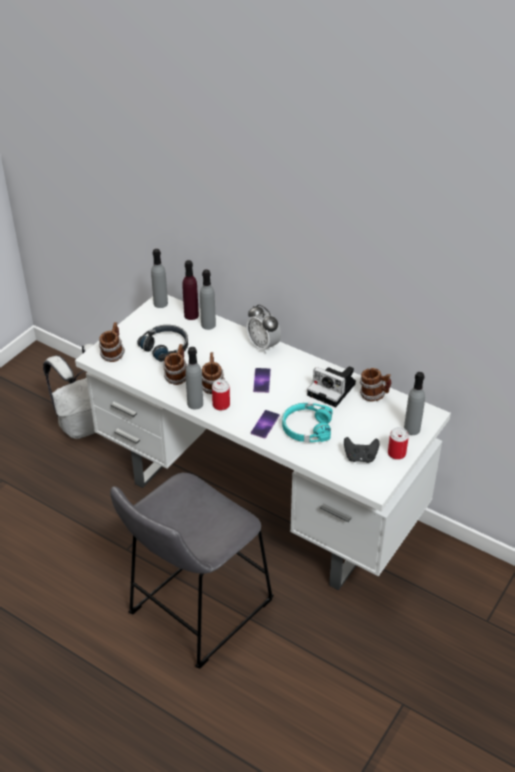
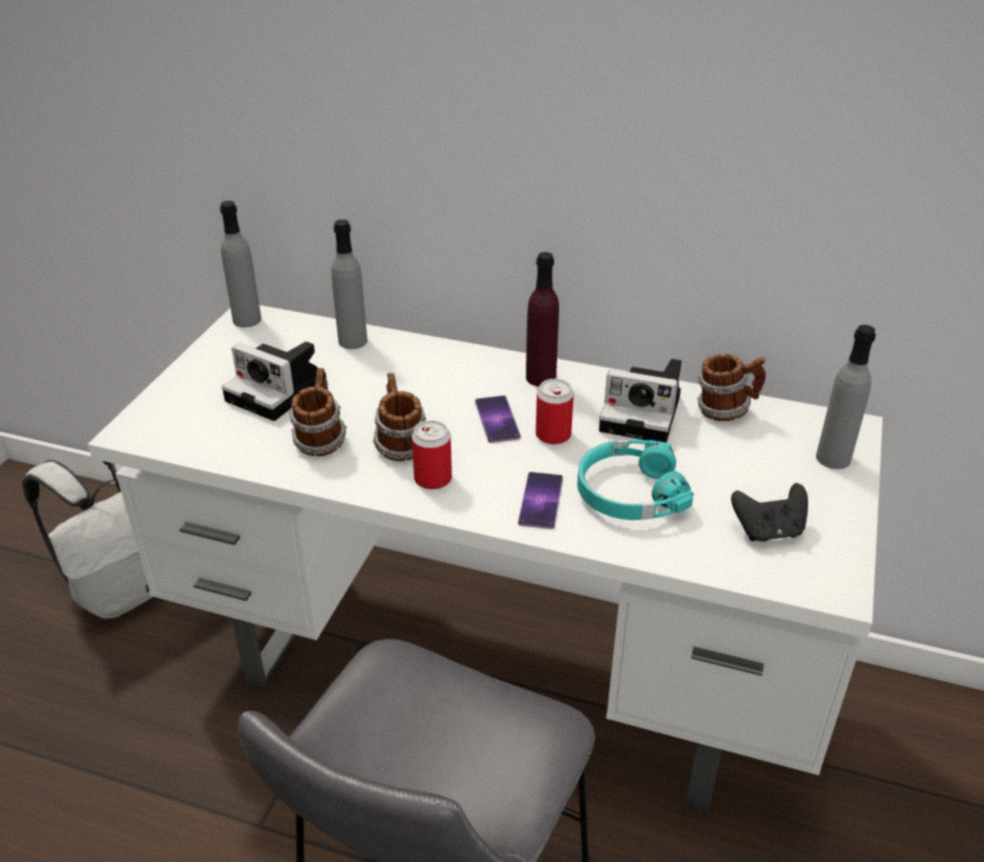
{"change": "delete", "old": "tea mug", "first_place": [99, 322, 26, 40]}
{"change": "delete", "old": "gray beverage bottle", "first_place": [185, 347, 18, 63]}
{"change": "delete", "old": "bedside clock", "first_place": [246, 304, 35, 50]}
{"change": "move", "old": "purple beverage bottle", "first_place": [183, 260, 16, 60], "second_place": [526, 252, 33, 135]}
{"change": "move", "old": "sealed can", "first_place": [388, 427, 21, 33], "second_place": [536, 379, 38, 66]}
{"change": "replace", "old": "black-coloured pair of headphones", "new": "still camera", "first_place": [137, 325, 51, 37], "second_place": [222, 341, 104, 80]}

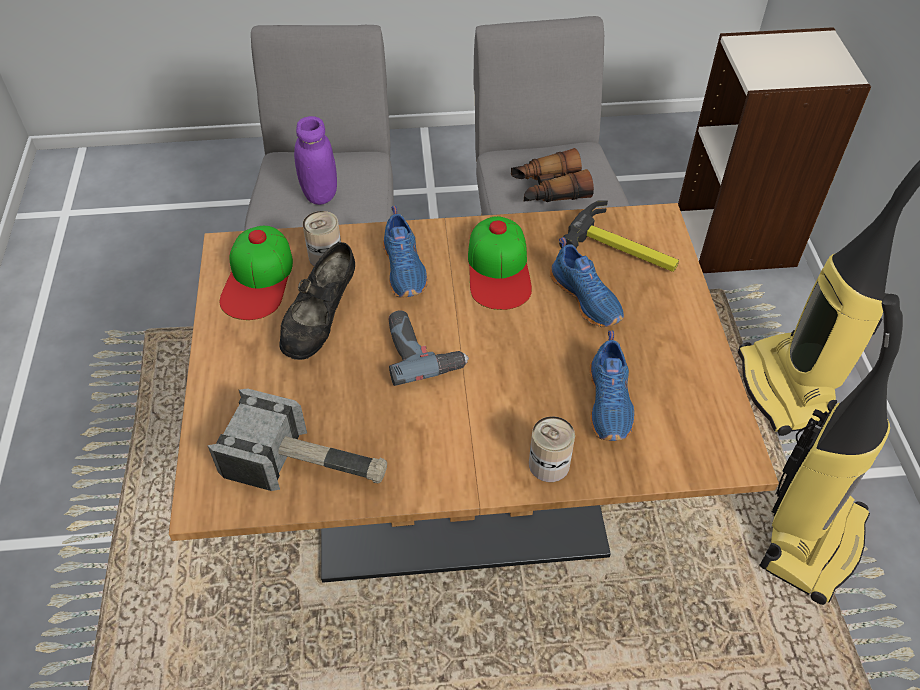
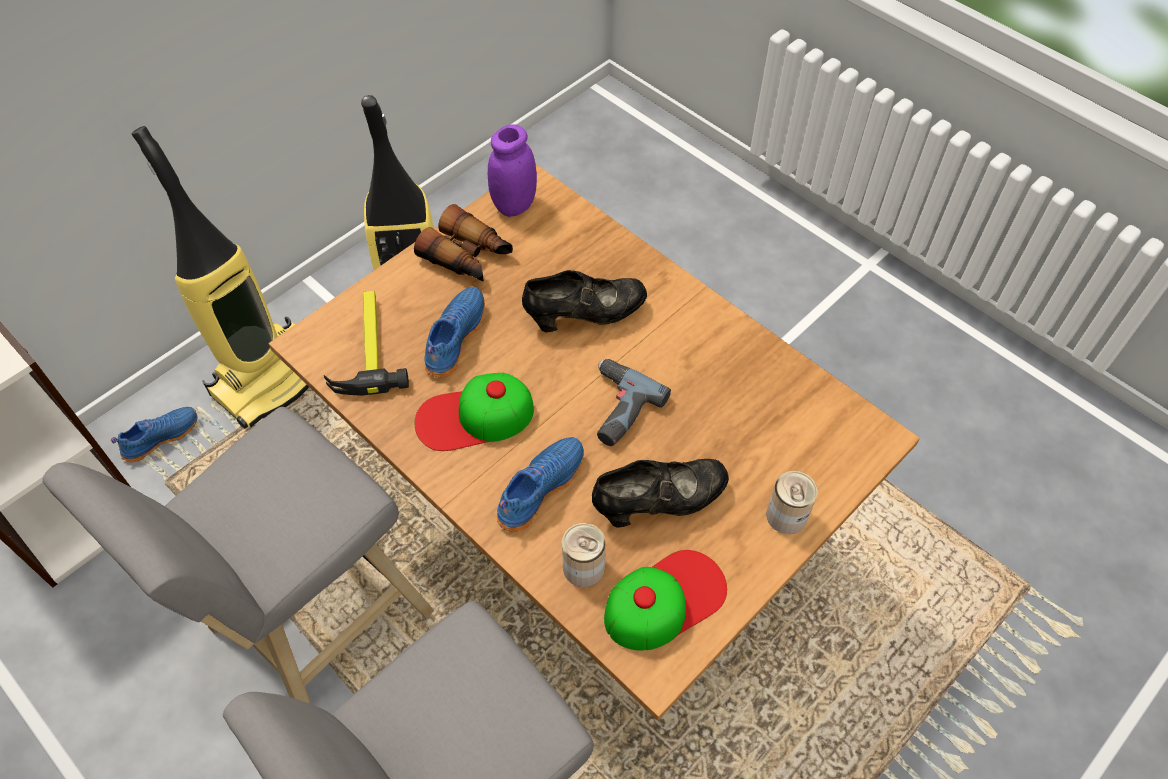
{"change": "delete", "old": "hand hammer", "first_place": [207, 388, 180, 103]}
{"change": "insert", "new": "black-coloured item of footwear", "second_place": [522, 270, 125, 62]}
{"change": "move", "old": "purple storage jar", "first_place": [294, 116, 43, 89], "second_place": [488, 124, 49, 93]}
{"change": "move", "old": "field glasses", "first_place": [511, 148, 83, 54], "second_place": [414, 204, 99, 77]}
{"change": "move", "old": "sealed can", "first_place": [529, 416, 46, 66], "second_place": [766, 471, 52, 63]}
{"change": "move", "old": "blue item of footwear", "first_place": [589, 331, 45, 110], "second_place": [111, 407, 86, 56]}
{"change": "rotate", "old": "peaked cap", "first_place": [468, 216, 64, 94], "second_place": [415, 373, 119, 78], "degrees": -150}

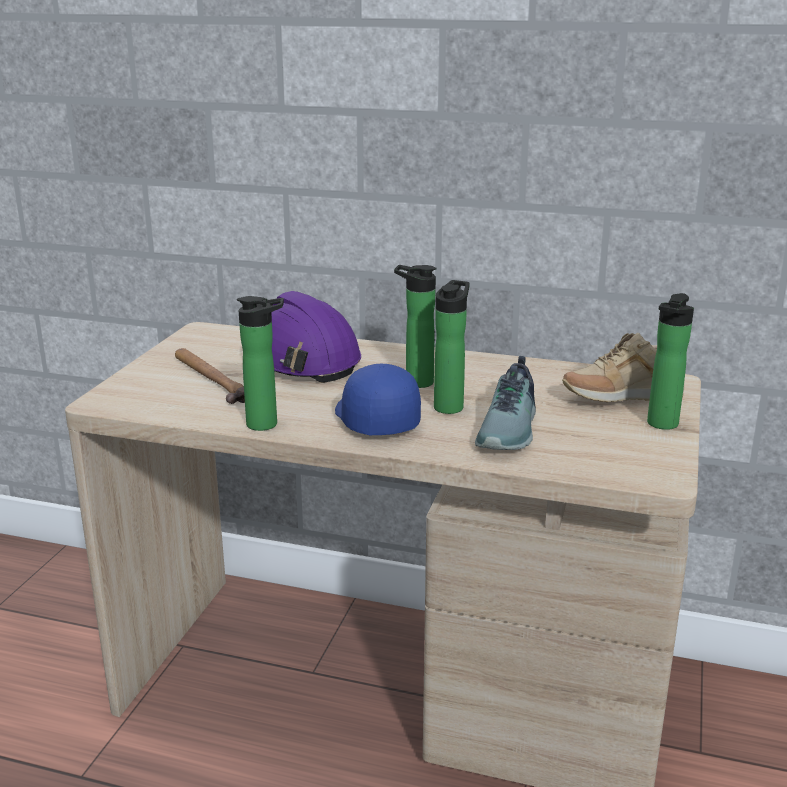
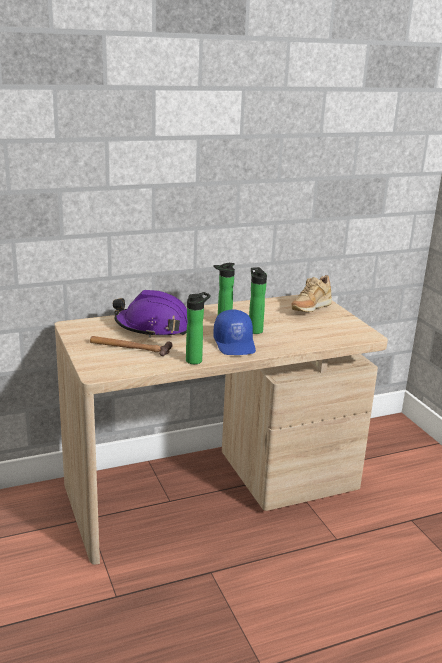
{"change": "delete", "old": "item of footwear", "first_place": [475, 356, 61, 94]}
{"change": "delete", "old": "beverage bottle", "first_place": [647, 293, 47, 137]}
{"change": "rotate", "old": "blue peaked cap", "first_place": [335, 364, 86, 71], "second_place": [213, 309, 43, 46], "degrees": -135}

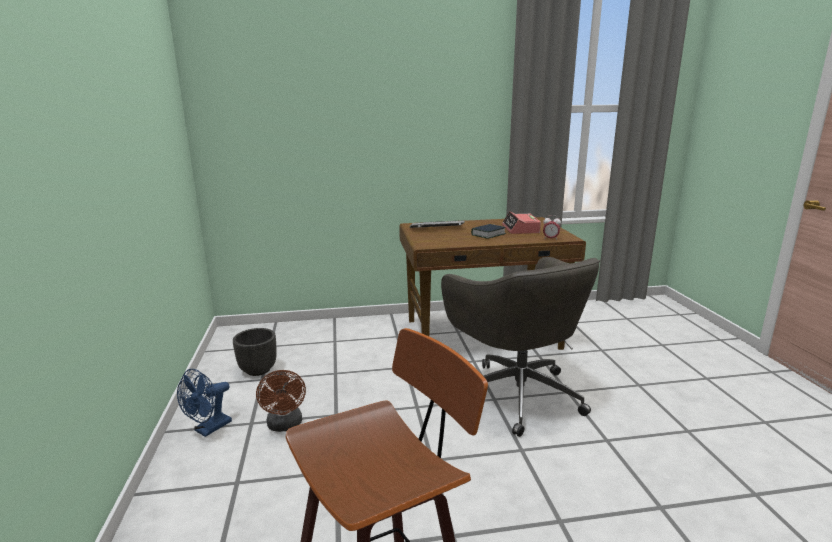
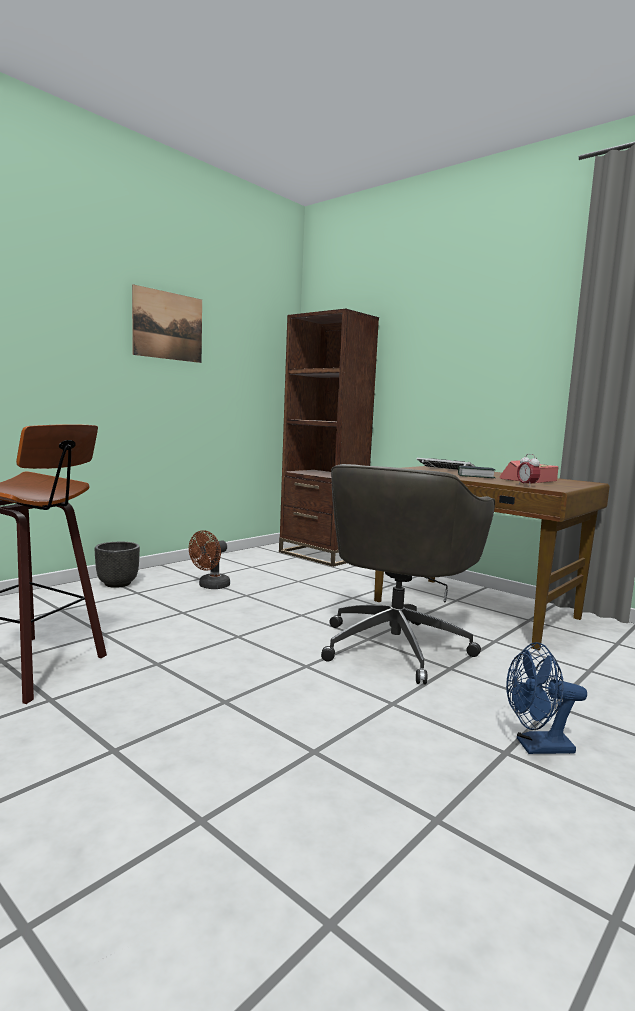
{"change": "insert", "new": "wall art", "second_place": [132, 284, 70, 79]}
{"change": "insert", "new": "brownish bookcase", "second_place": [279, 309, 100, 258]}
{"change": "move", "old": "blue electric fan", "first_place": [177, 369, 55, 68], "second_place": [506, 642, 81, 112]}
{"change": "move", "old": "black-coloured plant pot", "first_place": [233, 328, 44, 48], "second_place": [95, 542, 45, 46]}

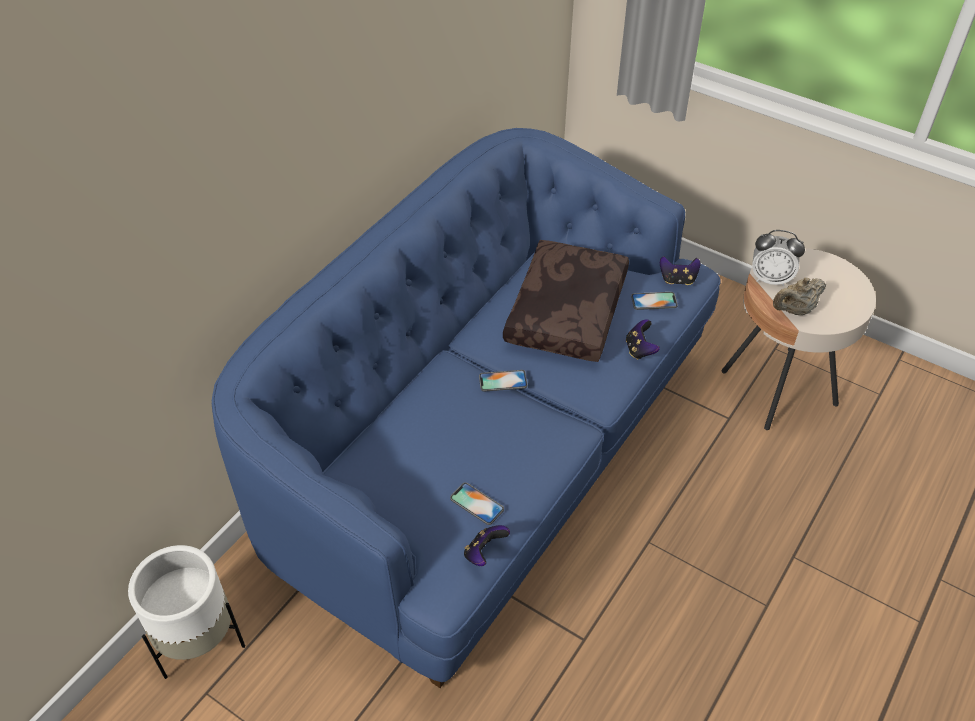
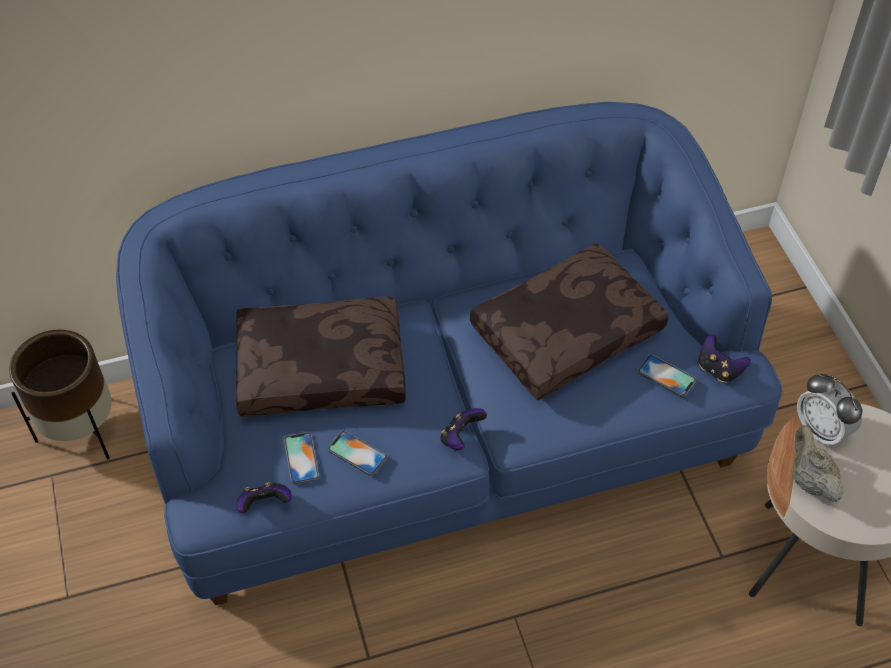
{"change": "insert", "new": "brownish throw pillow", "second_place": [236, 296, 170, 121]}
{"change": "move", "old": "telephone", "first_place": [479, 370, 48, 22], "second_place": [328, 431, 59, 44]}
{"change": "move", "old": "joypad", "first_place": [626, 319, 34, 41], "second_place": [441, 408, 46, 42]}
{"change": "recolor", "old": "whitish plant pot", "new": "brownish plant pot", "first_place": [128, 545, 117, 134], "second_place": [9, 329, 103, 130]}
{"change": "rotate", "old": "sand-coloured tea pot", "first_place": [773, 278, 53, 37], "second_place": [793, 425, 50, 77], "degrees": 60}

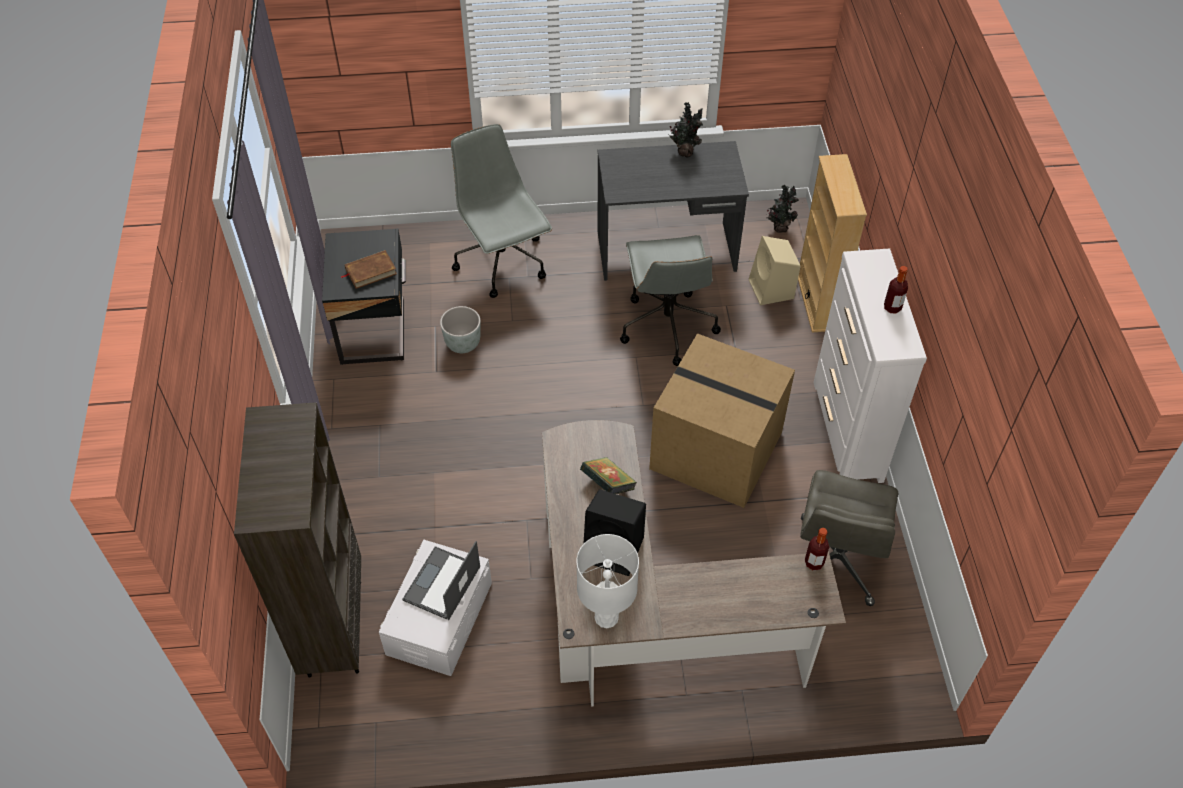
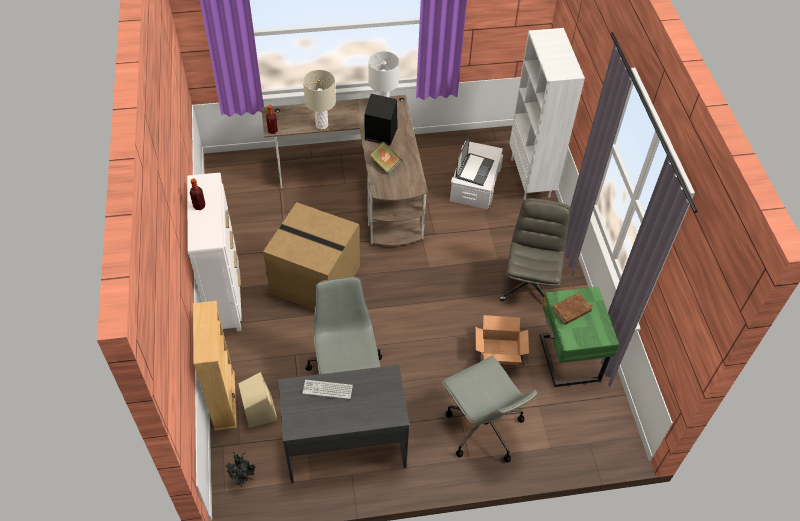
{"change": "delete", "old": "houseplant", "first_place": [669, 102, 34, 56]}
{"change": "insert", "new": "keyboard", "second_place": [302, 380, 51, 19]}
{"change": "insert", "new": "sand-coloured lamp for a table", "second_place": [303, 70, 33, 60]}
{"change": "move", "old": "gray desk chair", "first_place": [800, 470, 98, 136], "second_place": [500, 198, 71, 103]}
{"change": "replace", "old": "gray plant pot", "new": "packing box", "first_place": [440, 306, 40, 47], "second_place": [475, 315, 54, 50]}
{"change": "recolor", "old": "brownish bookcase", "new": "whitish bookcase", "first_place": [234, 402, 127, 276], "second_place": [509, 28, 76, 172]}
{"change": "recolor", "old": "black-coloured night table", "new": "greenish night table", "first_place": [322, 229, 84, 136], "second_place": [540, 287, 79, 100]}

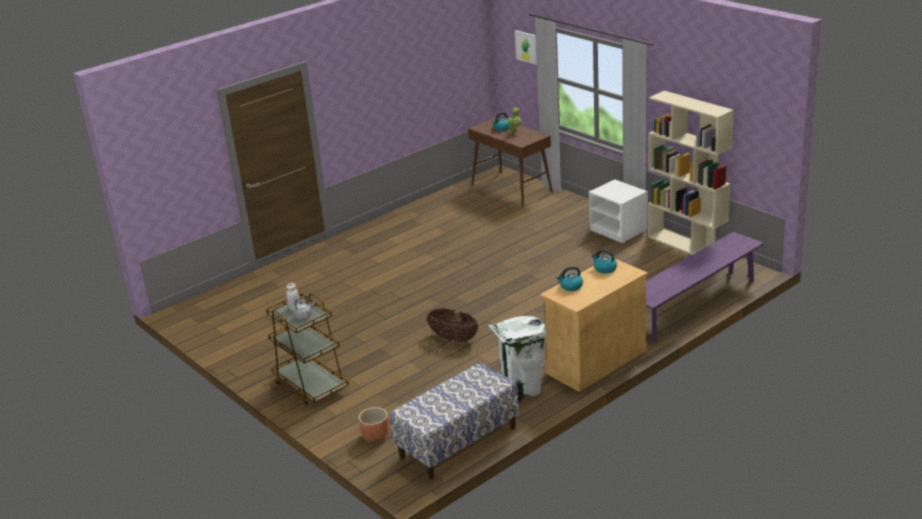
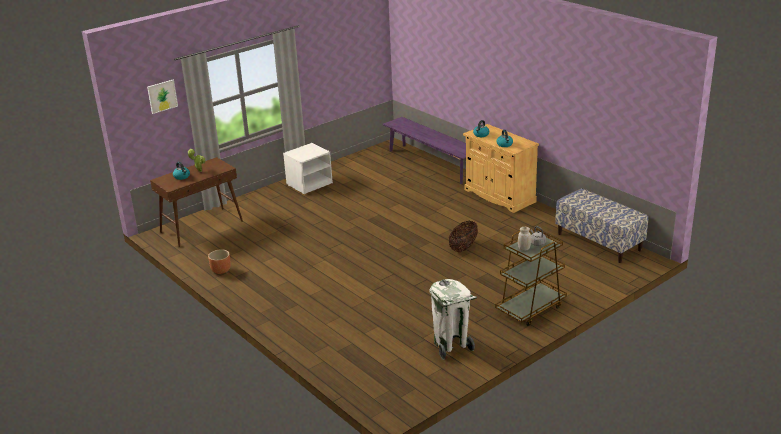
{"change": "delete", "old": "sand-coloured bookcase", "first_place": [648, 91, 86, 164]}
{"change": "move", "old": "brownish plant pot", "first_place": [359, 407, 30, 35], "second_place": [208, 250, 23, 24]}
{"change": "move", "old": "whitish waste bin", "first_place": [488, 316, 59, 88], "second_place": [429, 279, 48, 81]}

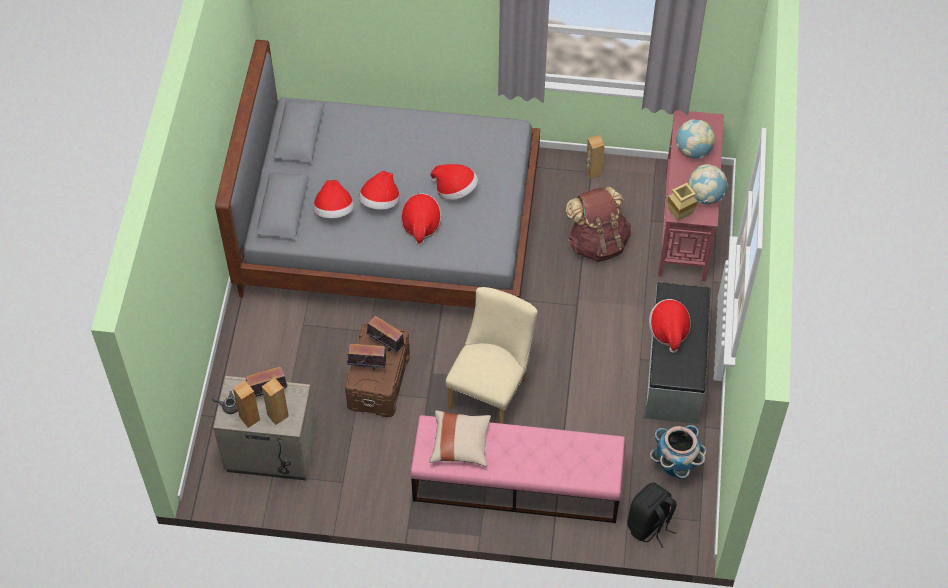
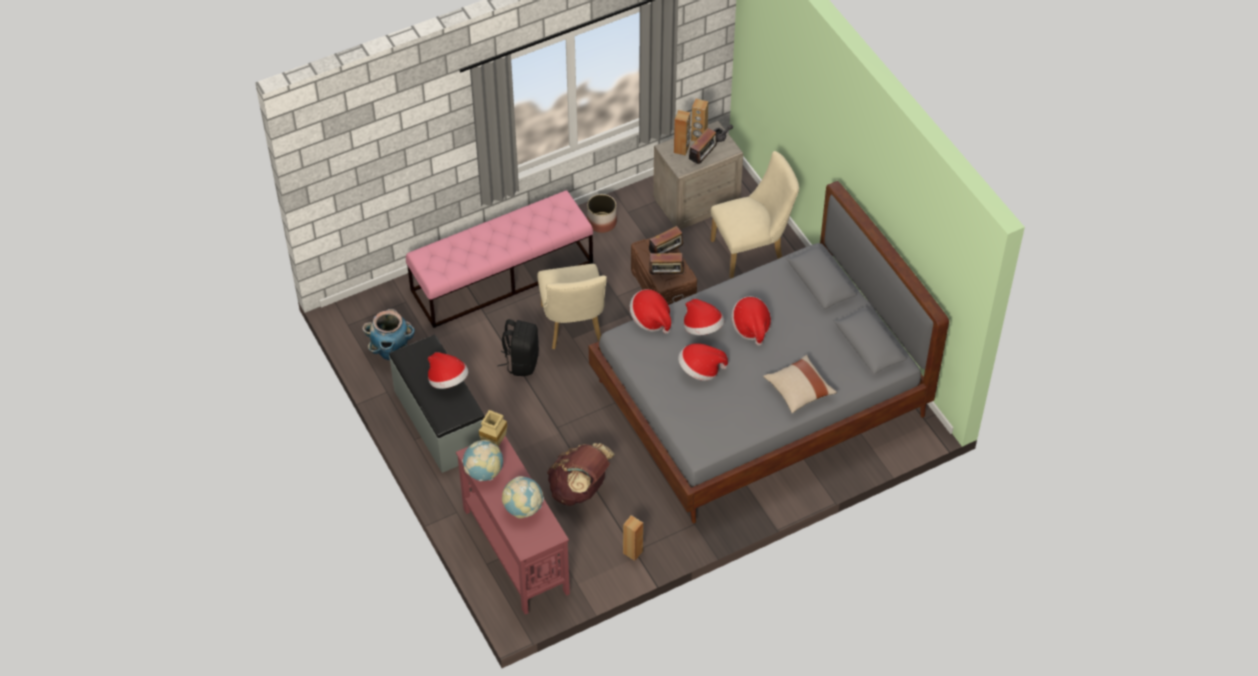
{"change": "insert", "new": "plant pot", "second_place": [587, 194, 30, 39]}
{"change": "insert", "new": "sand-coloured chair", "second_place": [710, 151, 89, 128]}
{"change": "move", "old": "hat", "first_place": [313, 180, 41, 39], "second_place": [630, 289, 41, 45]}
{"change": "move", "old": "sand-coloured throw pillow", "first_place": [429, 410, 62, 56], "second_place": [763, 355, 74, 58]}
{"change": "move", "old": "black-coloured rucksack", "first_place": [627, 482, 49, 66], "second_place": [498, 319, 41, 57]}

